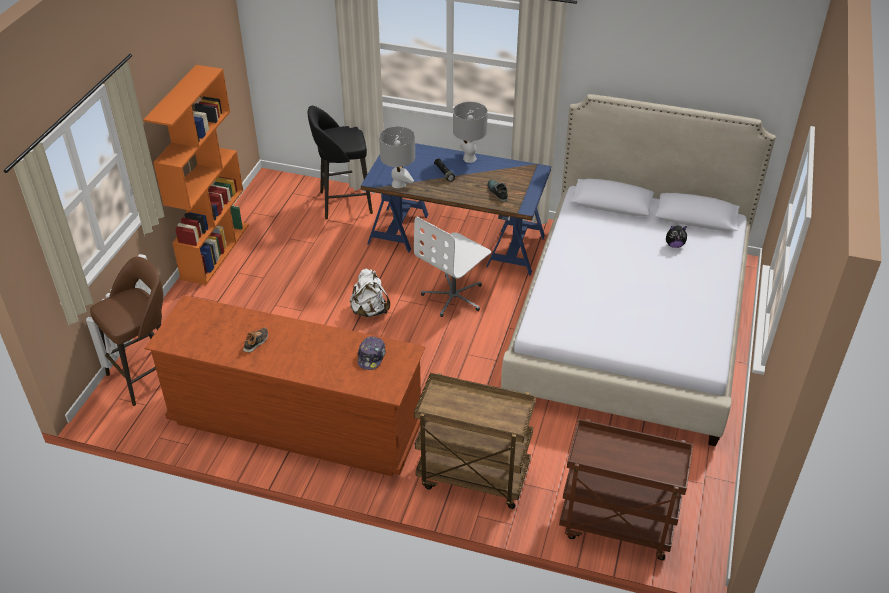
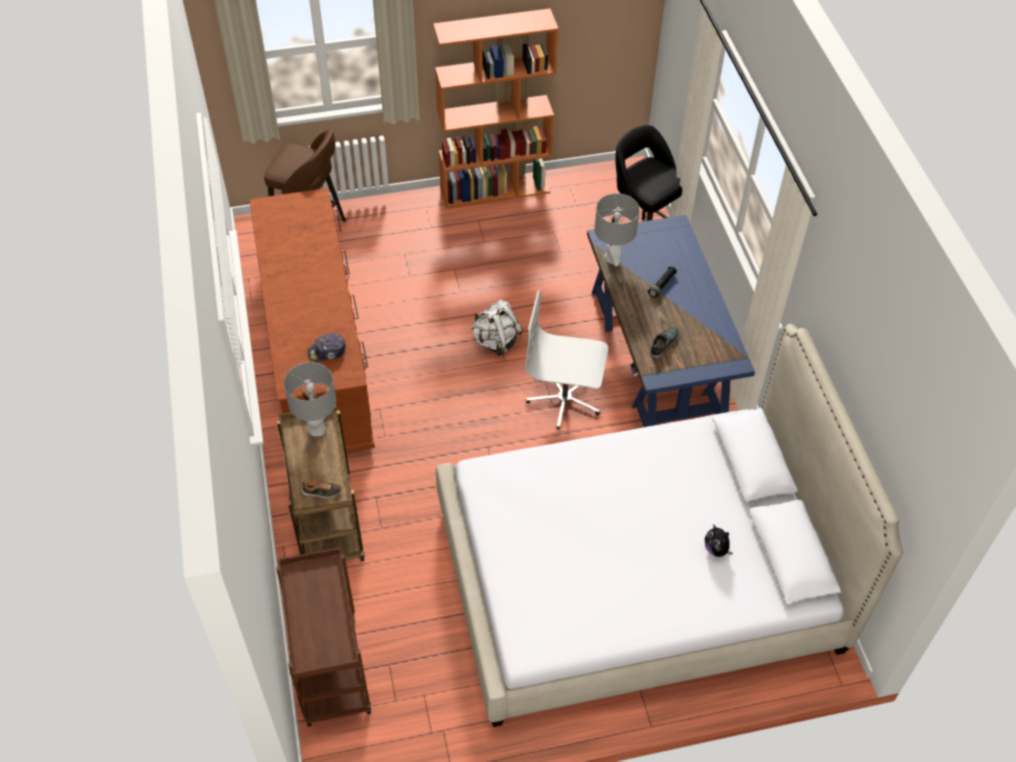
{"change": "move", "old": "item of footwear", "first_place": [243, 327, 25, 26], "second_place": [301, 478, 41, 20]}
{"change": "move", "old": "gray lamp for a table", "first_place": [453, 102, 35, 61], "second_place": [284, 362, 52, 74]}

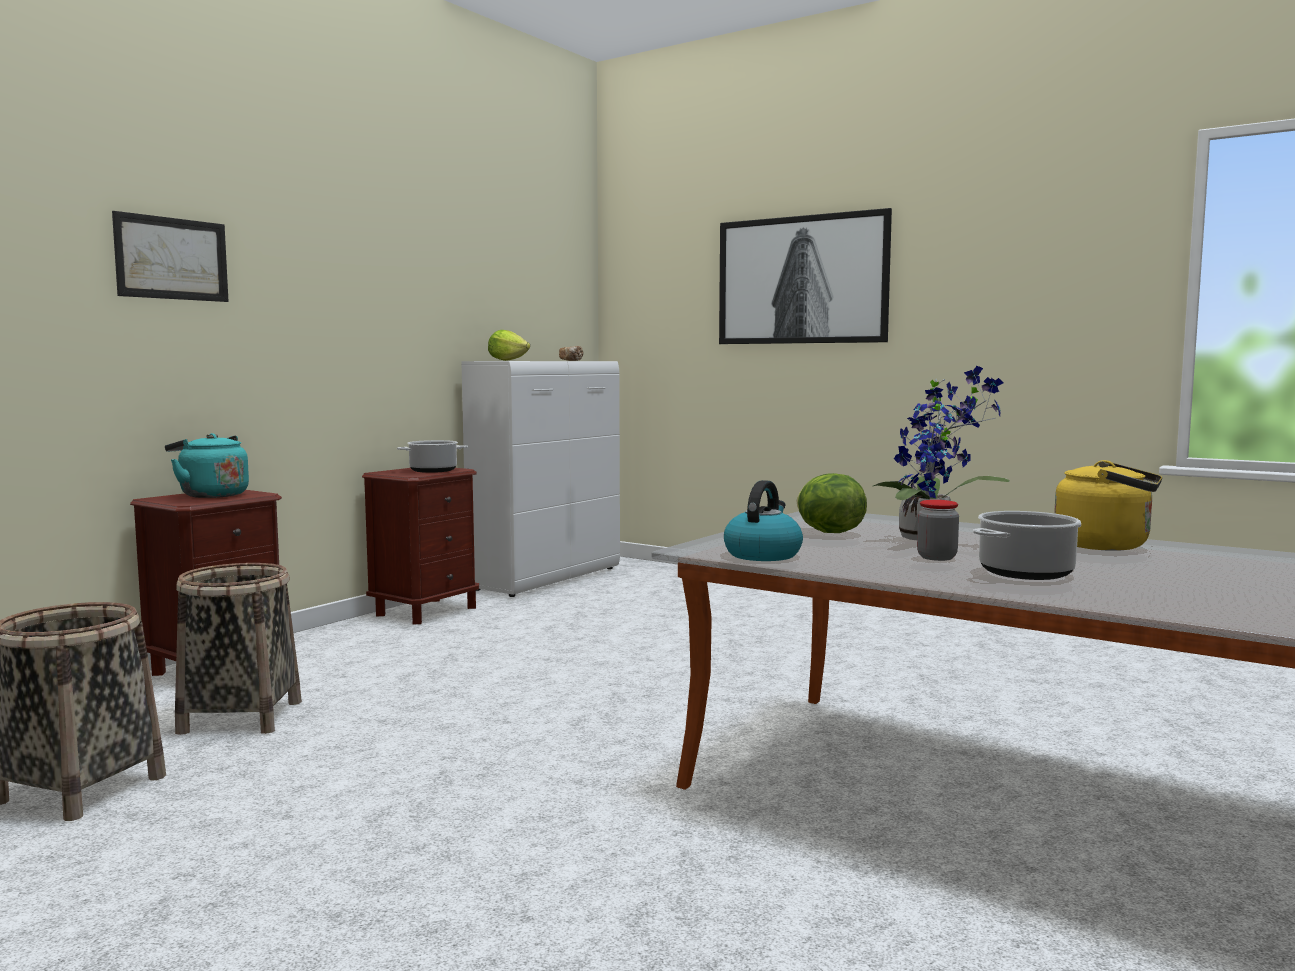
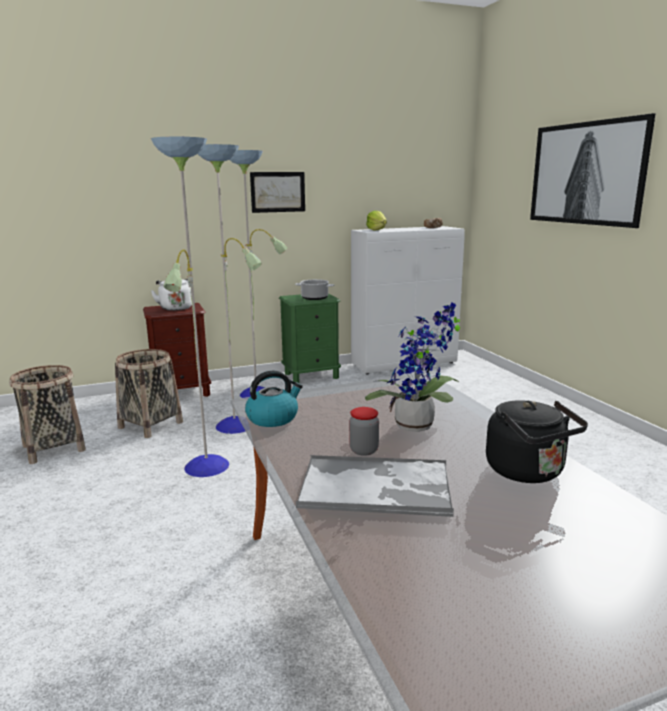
{"change": "delete", "old": "head of lettuce", "first_place": [797, 473, 70, 60]}
{"change": "insert", "new": "standard lamp", "second_place": [151, 137, 136, 340]}
{"change": "move", "old": "wall art", "first_place": [112, 211, 117, 91], "second_place": [250, 172, 55, 41]}
{"change": "replace", "old": "saucepot", "new": "tray", "first_place": [973, 511, 108, 69], "second_place": [296, 455, 158, 62]}
{"change": "recolor", "old": "blue-green water kettle", "new": "whitish water kettle", "first_place": [165, 433, 84, 65], "second_place": [151, 279, 41, 32]}
{"change": "recolor", "old": "brownish night table", "new": "greenish night table", "first_place": [362, 468, 117, 157], "second_place": [279, 294, 62, 89]}
{"change": "recolor", "old": "yellowish water kettle", "new": "black-coloured water kettle", "first_place": [1054, 460, 108, 91], "second_place": [486, 400, 102, 83]}

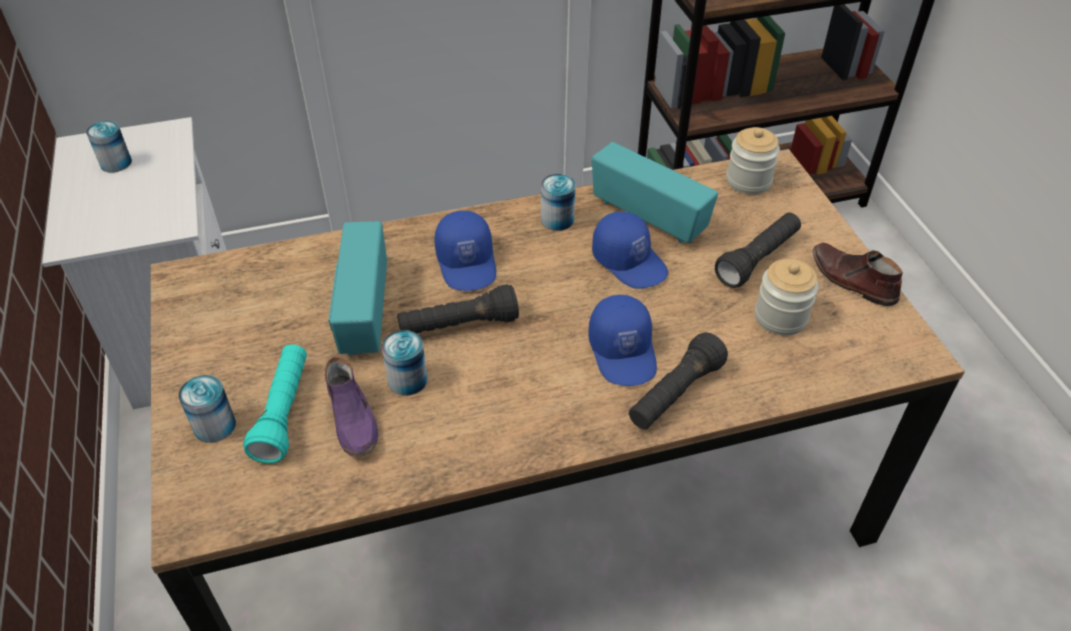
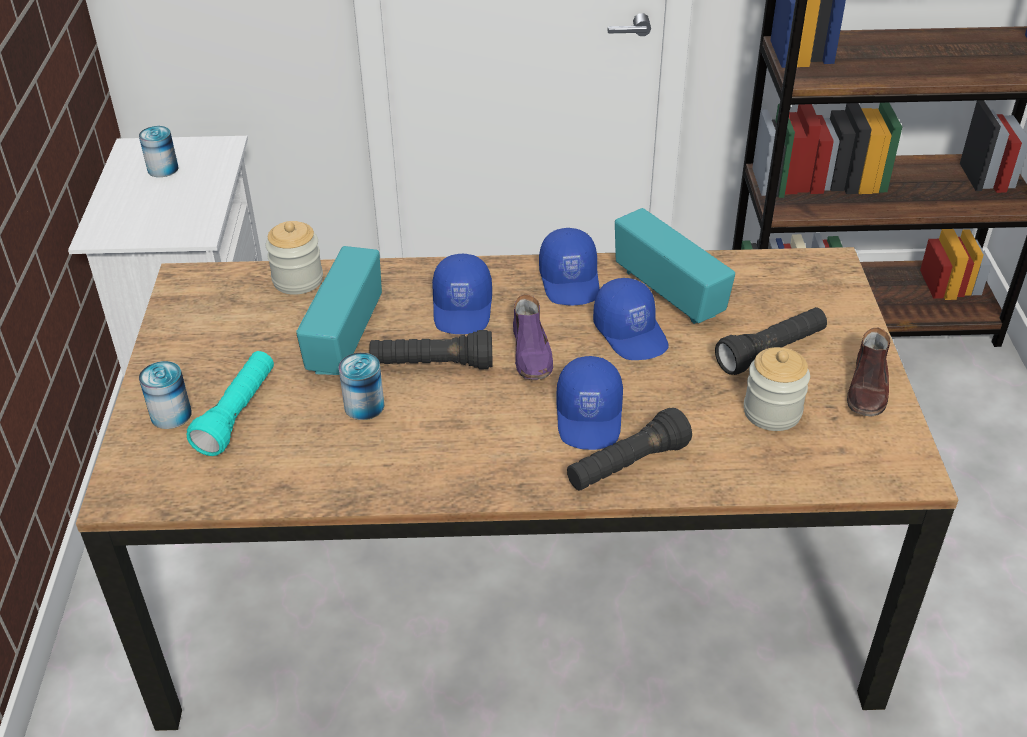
{"change": "move", "old": "purple item of footwear", "first_place": [324, 357, 54, 100], "second_place": [513, 294, 40, 86]}
{"change": "move", "old": "storage jar", "first_place": [726, 127, 54, 67], "second_place": [266, 221, 57, 74]}
{"change": "replace", "old": "sealed can", "new": "blue peaked cap", "first_place": [541, 174, 34, 57], "second_place": [539, 228, 61, 77]}
{"change": "rotate", "old": "brownish item of footwear", "first_place": [813, 243, 90, 63], "second_place": [847, 328, 43, 89], "degrees": -135}

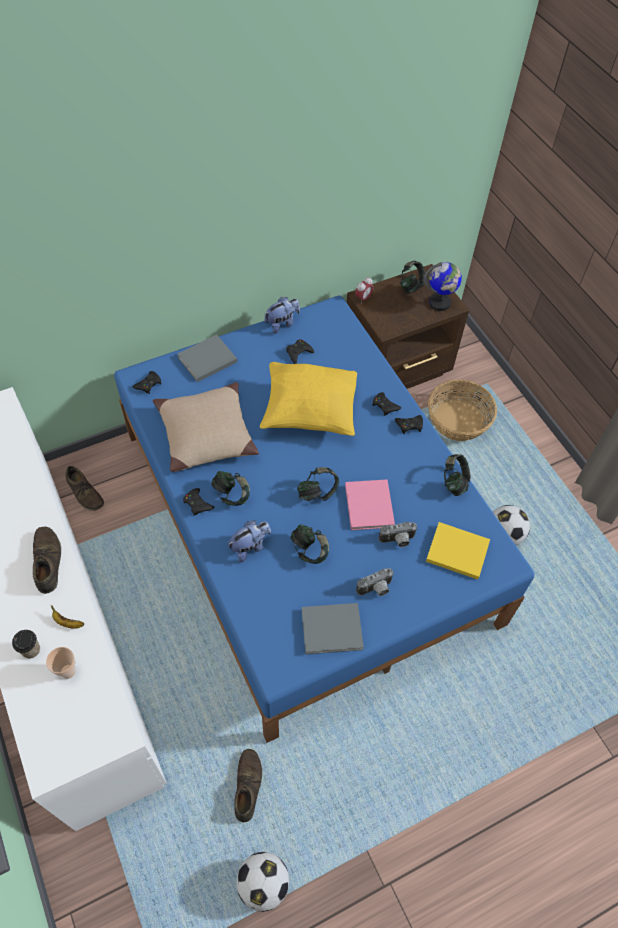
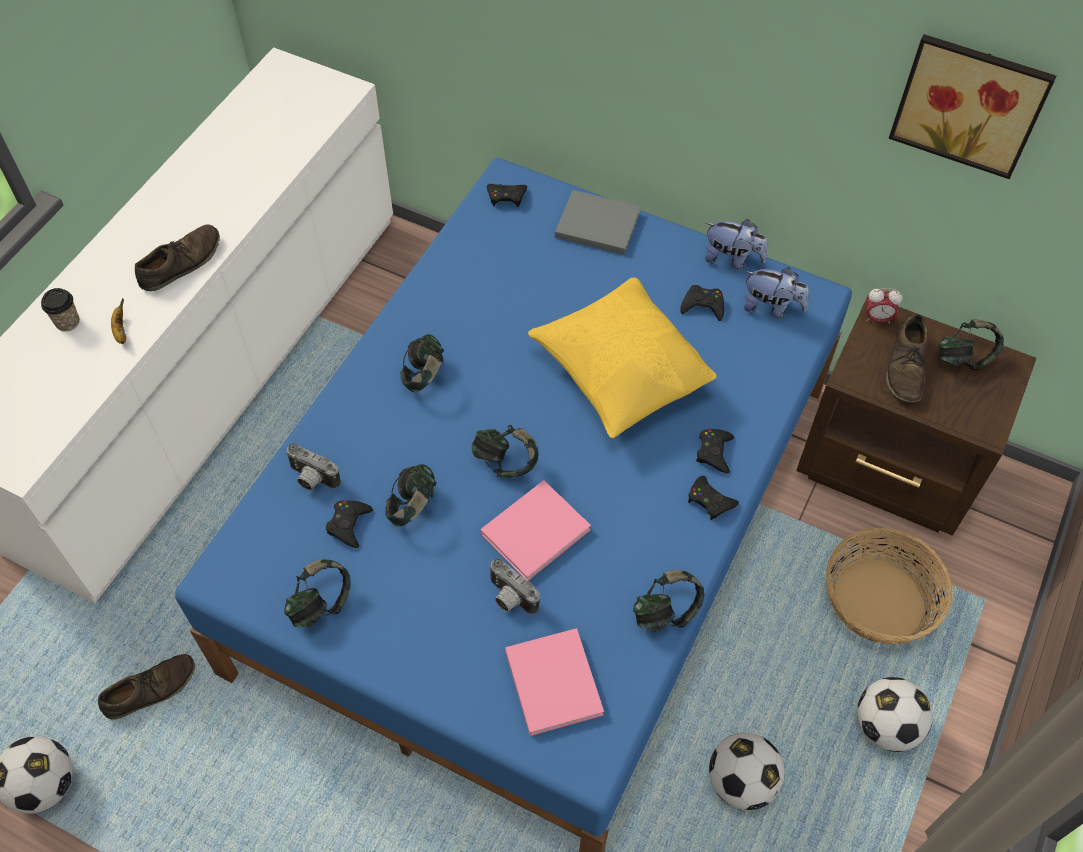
{"change": "delete", "old": "small cup", "first_place": [46, 647, 30, 32]}
{"change": "delete", "old": "sand-coloured throw pillow", "first_place": [153, 382, 106, 90]}
{"change": "delete", "old": "globe", "first_place": [424, 262, 38, 49]}
{"change": "insert", "new": "ball for football", "second_place": [857, 677, 75, 75]}
{"change": "insert", "new": "wall art", "second_place": [889, 34, 167, 145]}
{"change": "move", "old": "brownish item of footwear", "first_place": [66, 466, 38, 45], "second_place": [886, 315, 42, 88]}
{"change": "move", "old": "black-coloured joypad", "first_place": [183, 488, 32, 28], "second_place": [326, 500, 47, 48]}
{"change": "move", "old": "cuddly toy", "first_place": [228, 521, 43, 42], "second_place": [743, 267, 66, 52]}
{"change": "move", "old": "still camera", "first_place": [356, 568, 38, 28], "second_place": [285, 443, 56, 47]}
{"change": "replace", "old": "gray volume", "new": "pair of headphones", "first_place": [302, 603, 62, 51], "second_place": [284, 559, 67, 68]}
{"change": "recolor", "old": "yellowish volume", "new": "pink-coloured volume", "first_place": [426, 522, 64, 58], "second_place": [505, 628, 99, 108]}

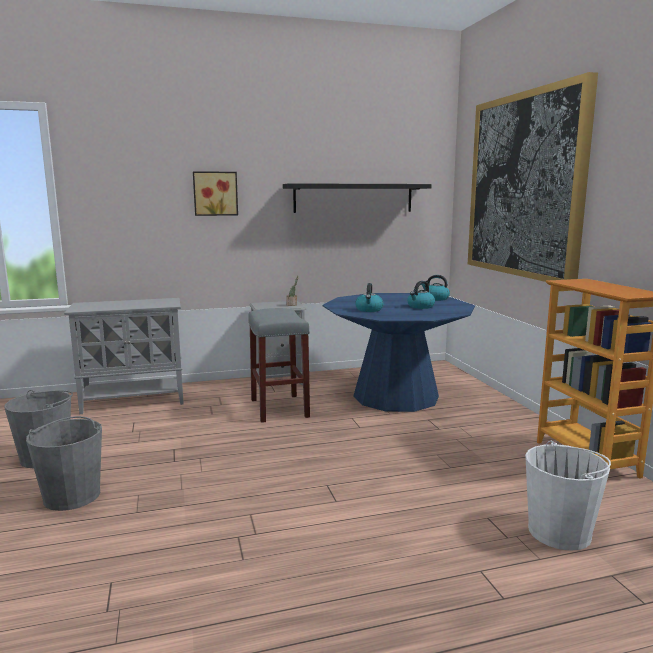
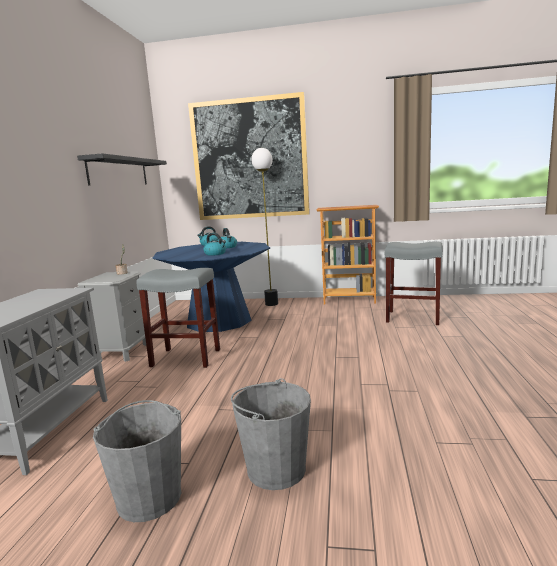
{"change": "delete", "old": "wall art", "first_place": [193, 171, 45, 45]}
{"change": "insert", "new": "standard lamp", "second_place": [251, 148, 27, 158]}
{"change": "replace", "old": "whitish pail", "new": "gray stool seat", "first_place": [525, 441, 86, 110], "second_place": [385, 241, 58, 84]}

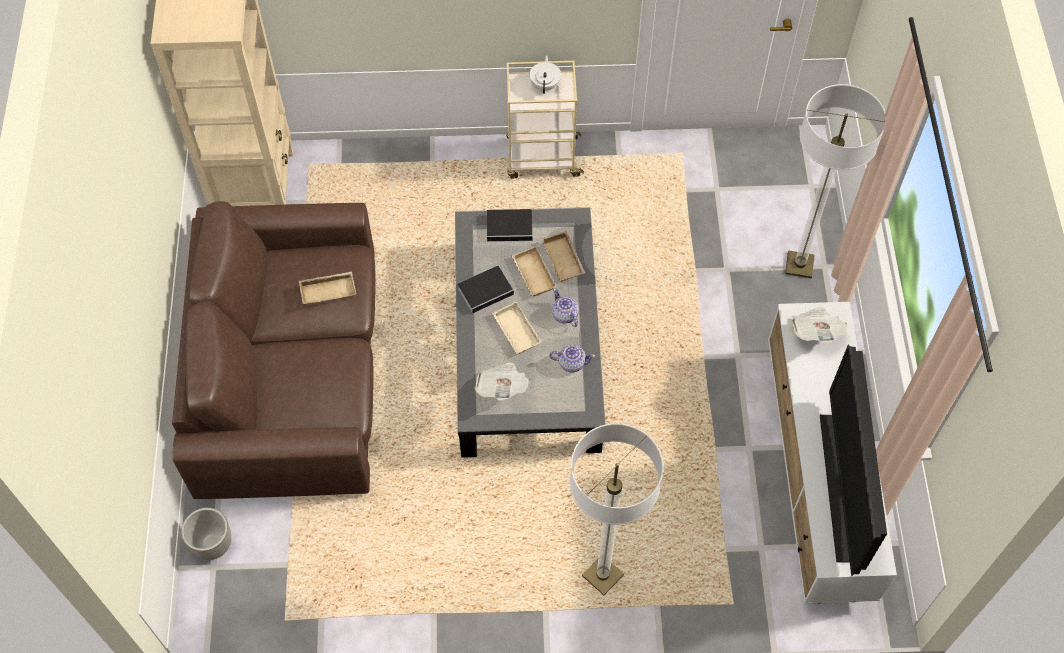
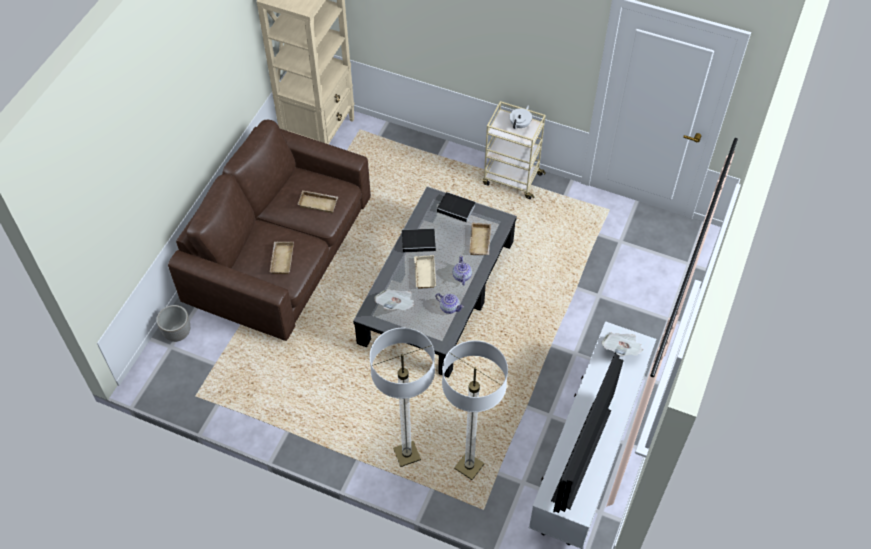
{"change": "move", "old": "sand-coloured tray", "first_place": [511, 246, 46, 50], "second_place": [270, 242, 24, 32]}
{"change": "move", "old": "standard lamp", "first_place": [785, 84, 101, 194], "second_place": [442, 340, 66, 140]}

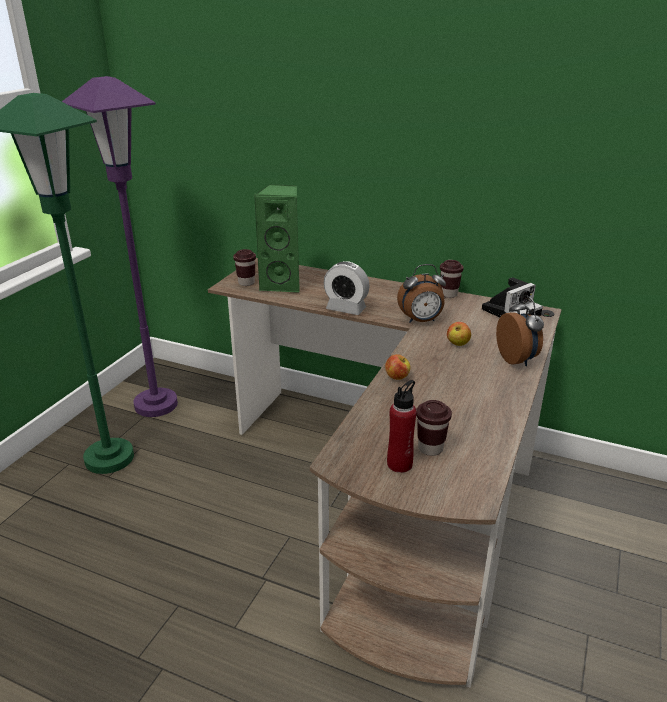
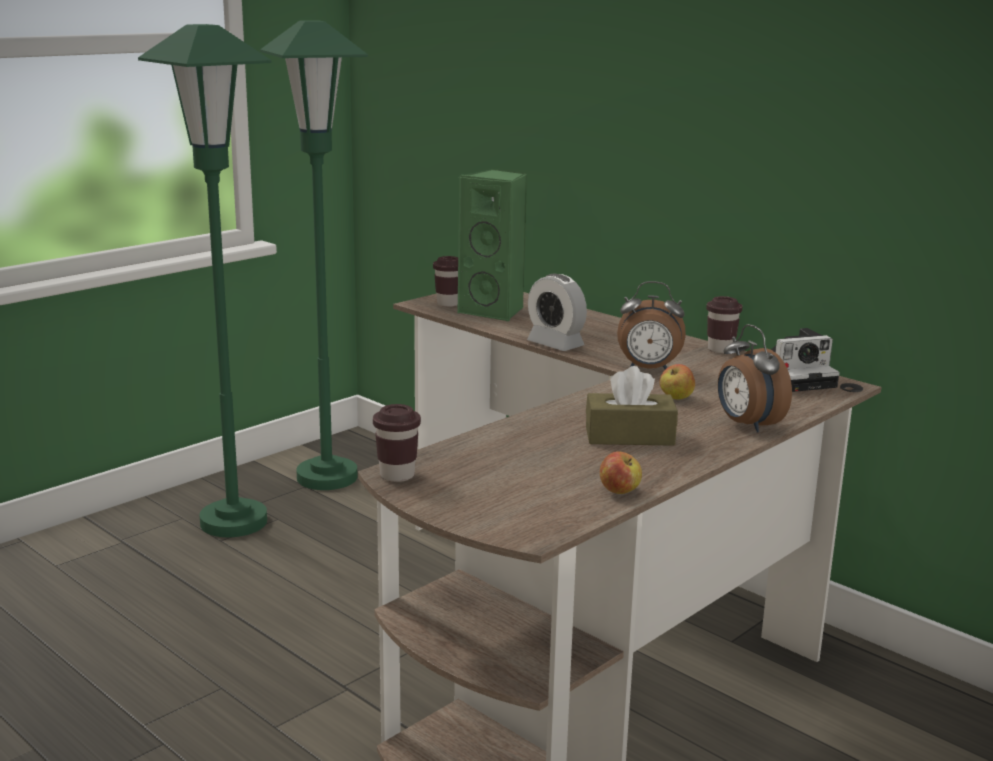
{"change": "delete", "old": "reddish beverage bottle", "first_place": [387, 380, 30, 93]}
{"change": "insert", "new": "brownish box of tissues", "second_place": [586, 366, 92, 80]}
{"change": "move", "old": "apple", "first_place": [385, 354, 25, 26], "second_place": [600, 451, 42, 43]}
{"change": "move", "old": "brownish small cup", "first_place": [416, 400, 36, 56], "second_place": [373, 404, 48, 78]}
{"change": "recolor", "old": "purple standard lamp", "new": "greenish standard lamp", "first_place": [62, 76, 116, 341], "second_place": [260, 21, 108, 469]}
{"change": "rotate", "old": "bedside clock", "first_place": [496, 295, 48, 71], "second_place": [718, 324, 74, 109], "degrees": 150}

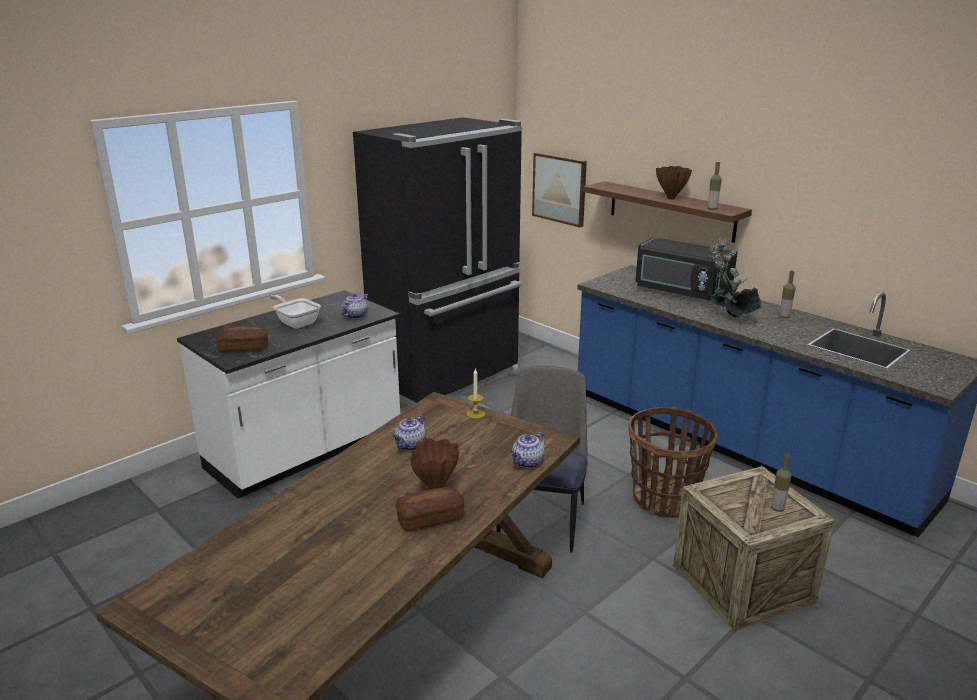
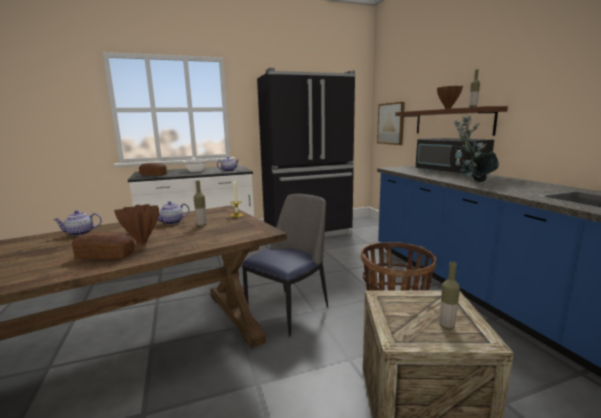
{"change": "move", "old": "tea pot", "first_place": [510, 432, 35, 36], "second_place": [54, 210, 48, 26]}
{"change": "move", "old": "beverage bottle", "first_place": [779, 271, 16, 47], "second_place": [194, 181, 13, 45]}

